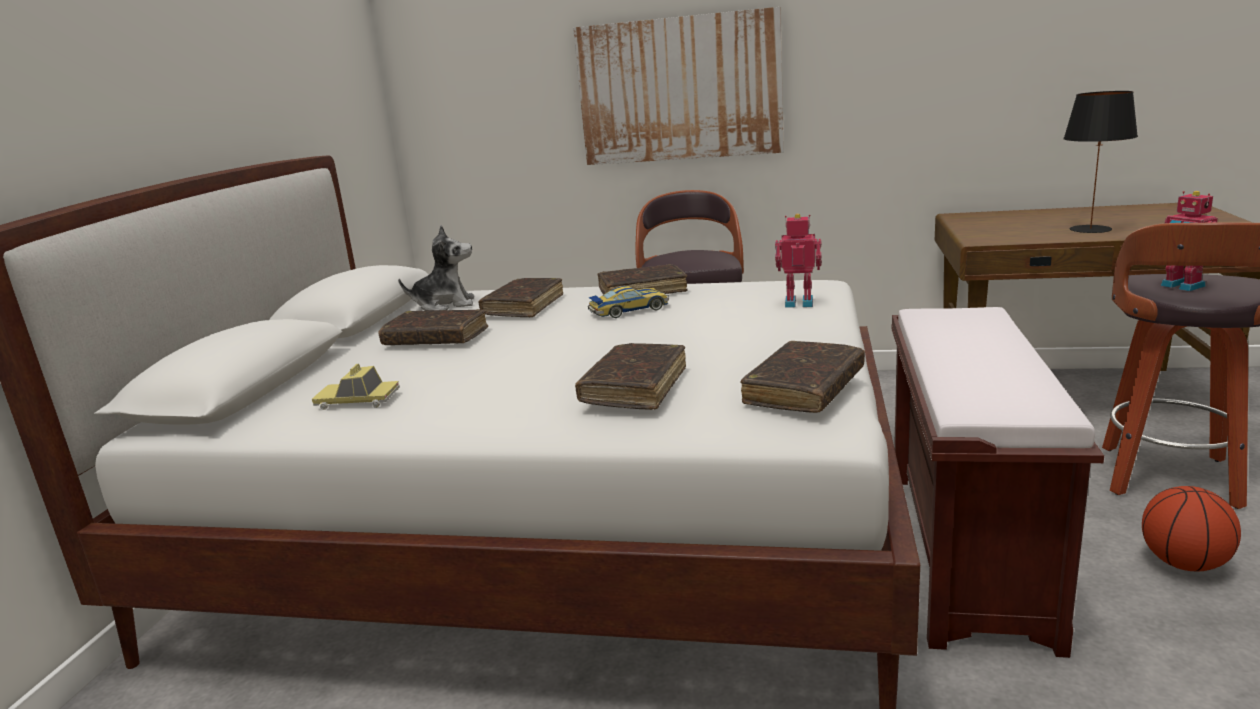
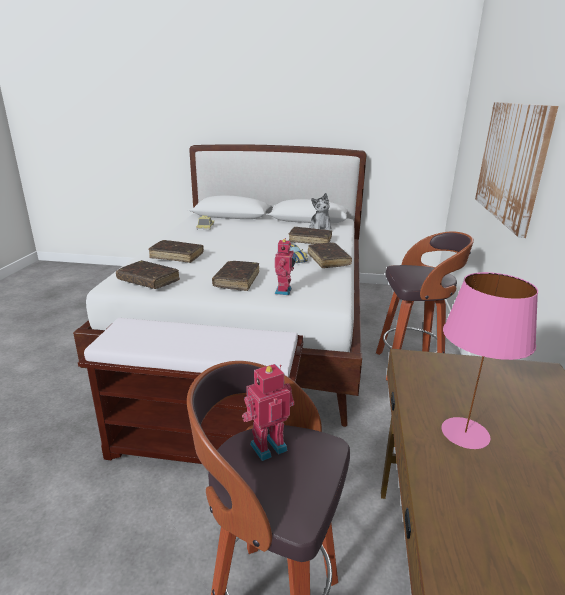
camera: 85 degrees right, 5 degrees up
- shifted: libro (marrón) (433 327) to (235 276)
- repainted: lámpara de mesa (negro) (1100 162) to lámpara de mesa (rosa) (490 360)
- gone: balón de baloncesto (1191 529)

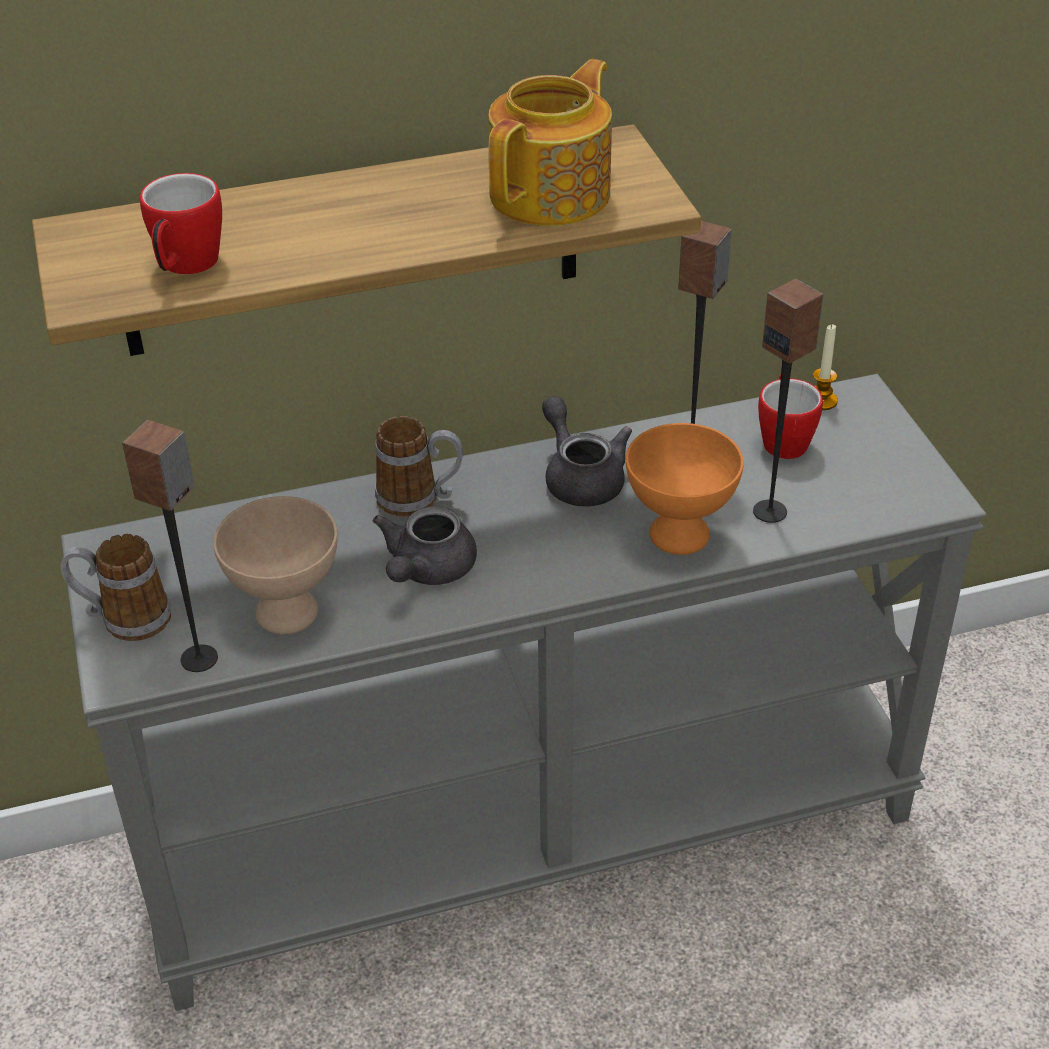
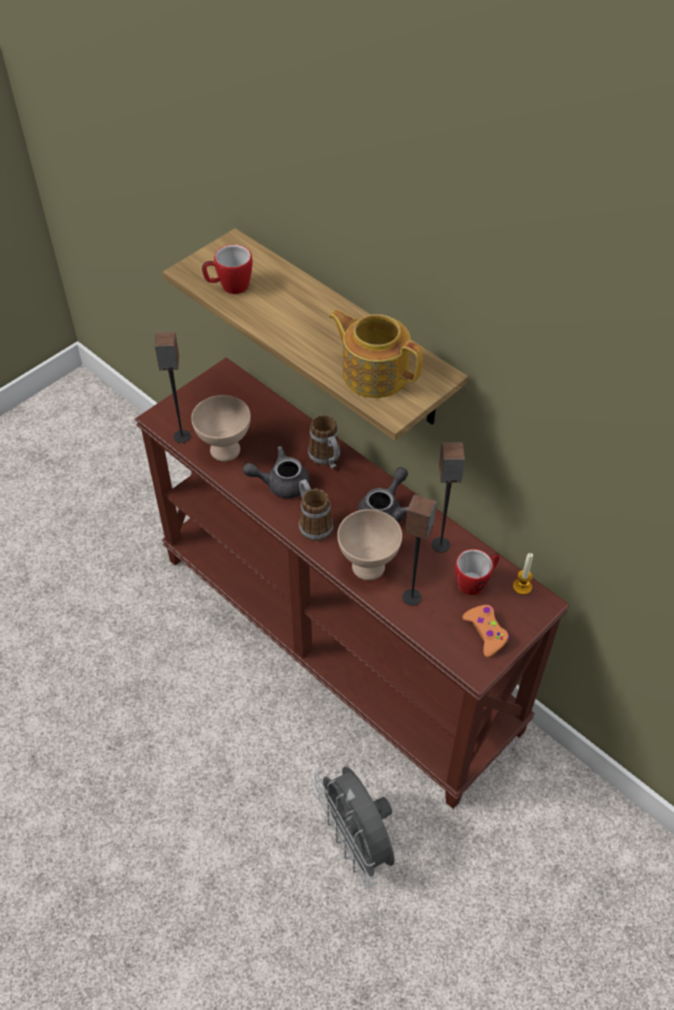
camera: 60 degrees right, 10 degrees up
- repainted: mesa consola (gris) (523 692) to mesa consola (marrón) (352 583)
- shifted: taza grande (116 587) to (316 510)
- rotated: tetera (550 142) = (376 354) 150 degrees counterclockwise
- repainted: cuenco (naranja) (684 489) to cuenco (beis) (369 544)
- new: ventilador (gris) (354 826)
- new: mando de consola (naranja) (486 631)

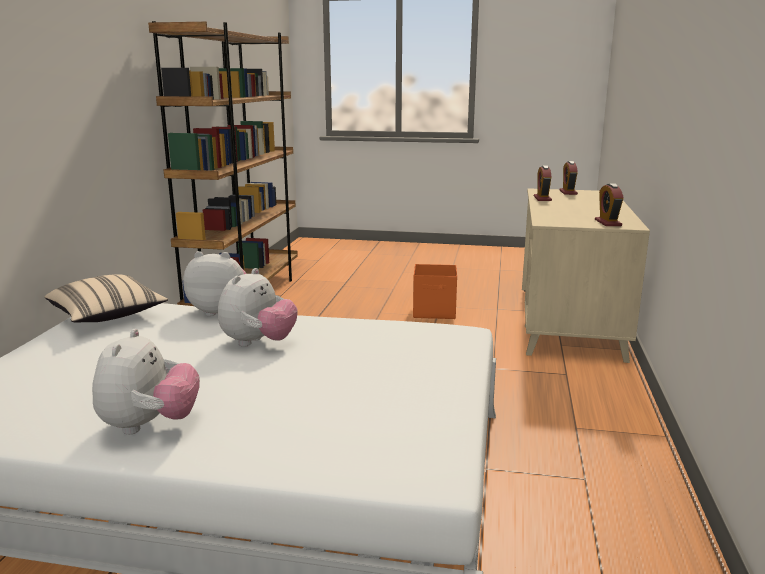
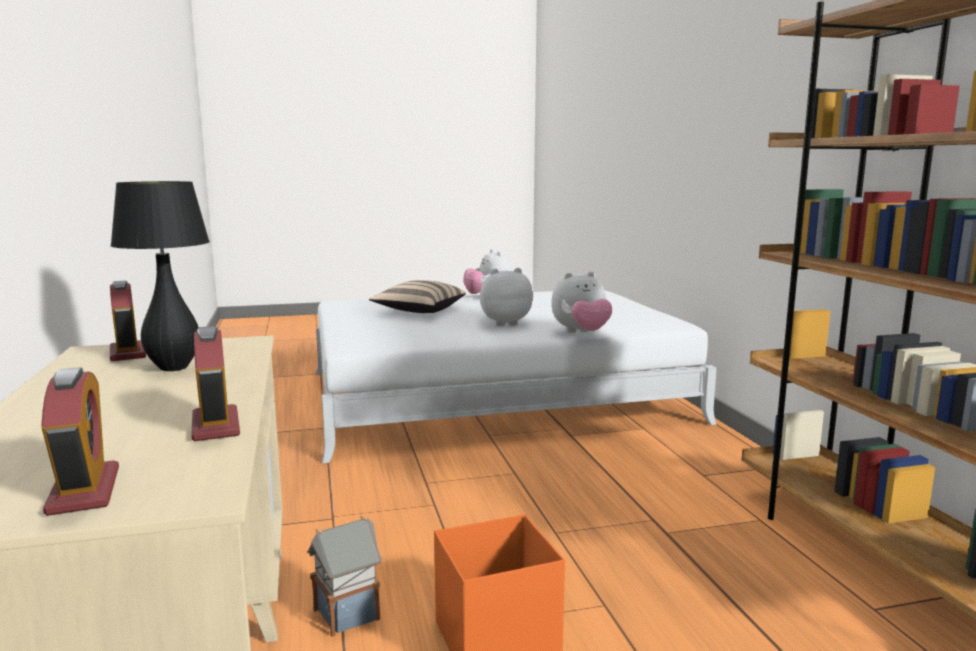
camera: 155 degrees right, 5 degrees down
- shifted: cojín (beis) (106 298) to (417 296)
- rotated: peluche (258 307) = (506 297) 75 degrees clockwise
- new: lámpara de mesa (negro) (160 276)
- new: casita (345 576)

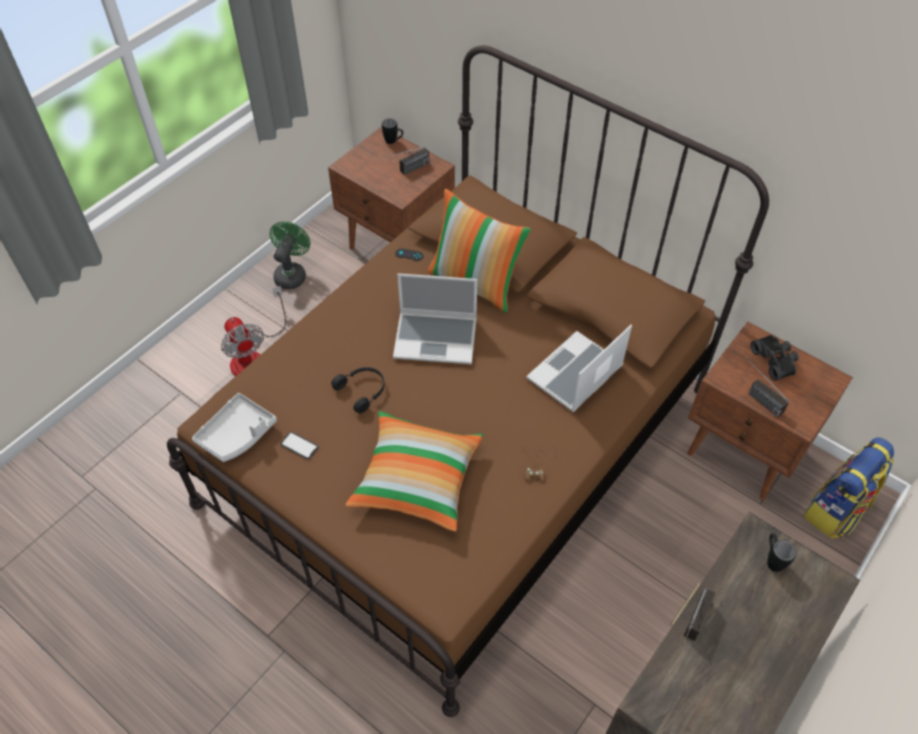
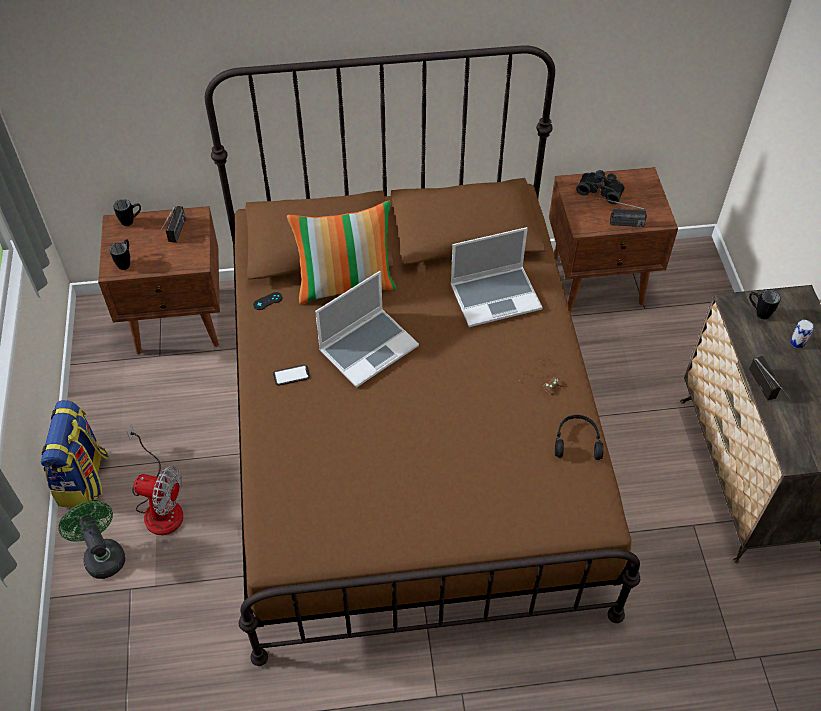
camera: 45 degrees left, 0 degrees up
- gone: bandeja (gris) (234 427)
- shifted: ventilador (verde) (290 255) to (91 540)
- shifted: móvil (299 445) to (291 375)
- shifted: auriculares (negro) (358 390) to (579 437)
- gone: cojín (414 471)
- rotated: portátil (579 368) = (496 277) 105 degrees counterclockwise
- shifted: mochila (849 488) to (75 454)
- new: taza grande (negro) (120 254)
- new: lata (802 334)

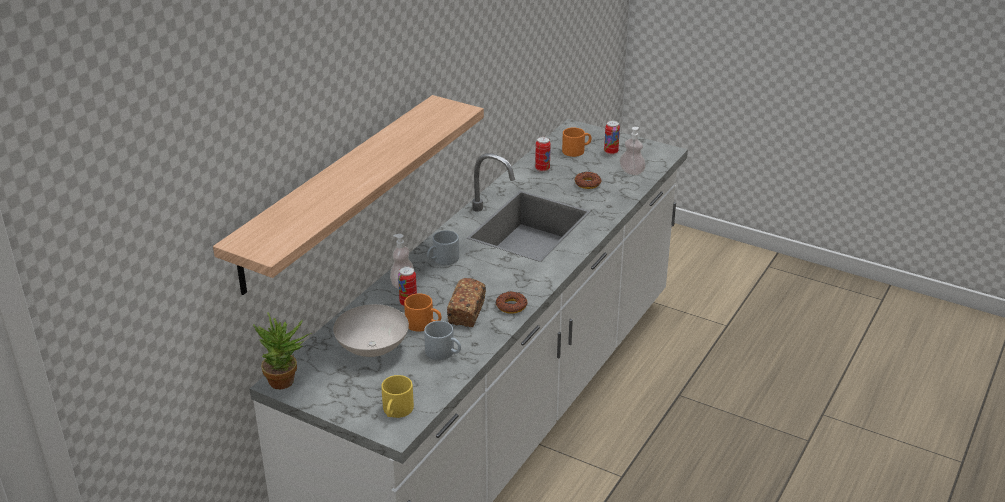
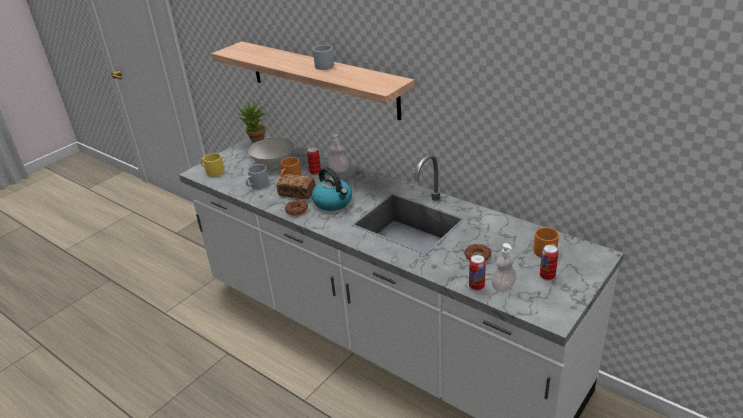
camera: 100 degrees right, 0 degrees up
- shifted: taza grande (gris) (443 248) to (323 57)
- shifted: lata (543 154) to (477 273)
- new: hervidor (332 189)

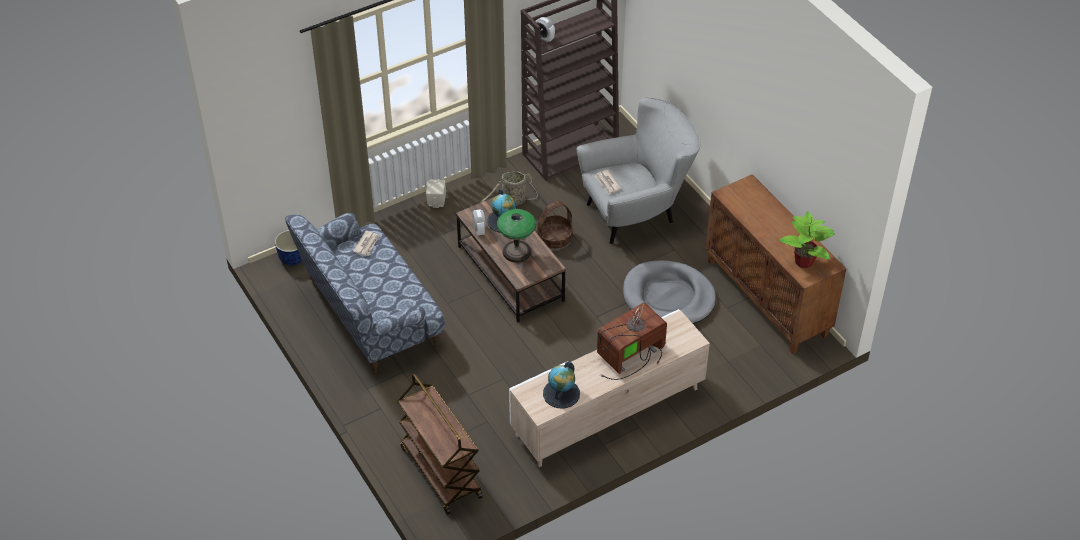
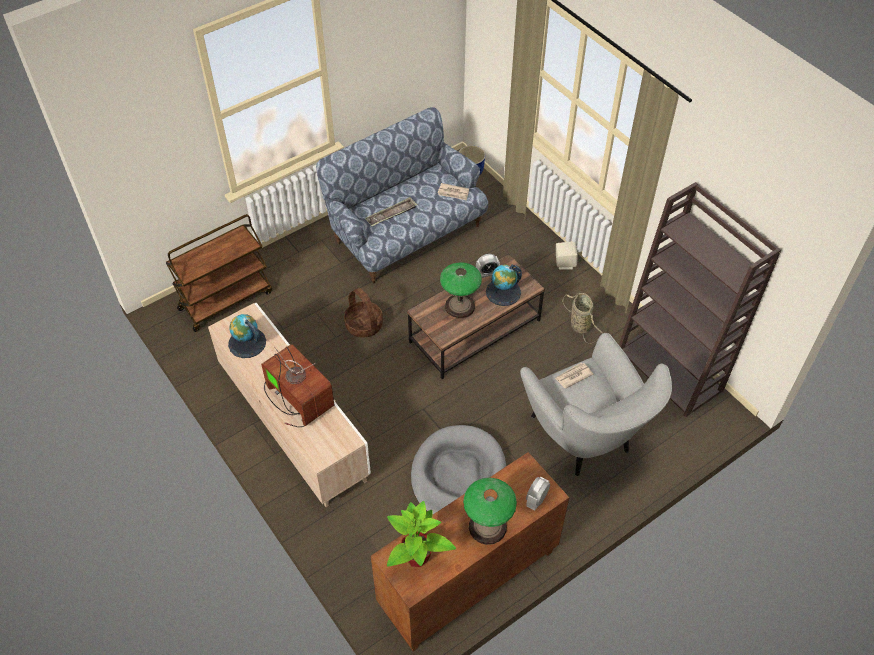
camera: 85 degrees right, 5 degrees up
- shifted: despertador (544 29) to (538 494)
- shifted: cesta (554 224) to (363 313)
- new: bandeja (391 211)
- new: lámpara de mesa (490 511)

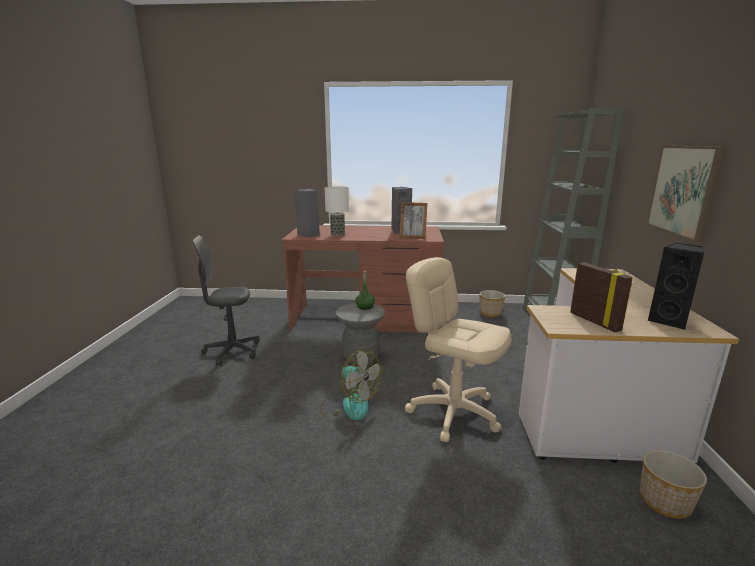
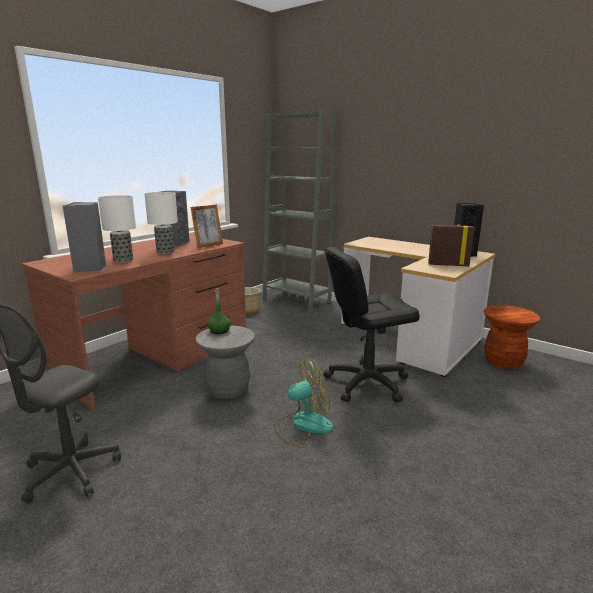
camera: 55 degrees left, 0 degrees up
- repainted: silla de oficina (beis) (458 349) to silla de oficina (negro) (372 325)
- swapped: maceta (673 484) to taburete (marrón) (512 337)
- gone: cuadro (686 194)
- new: lámpara de mesa (161 223)

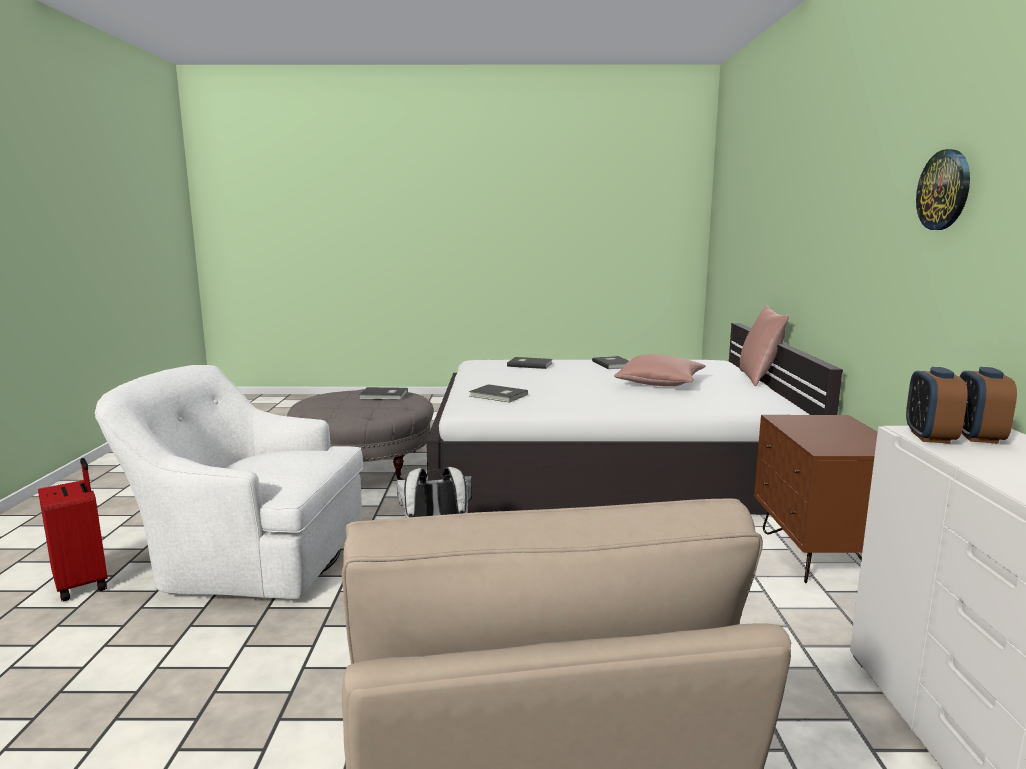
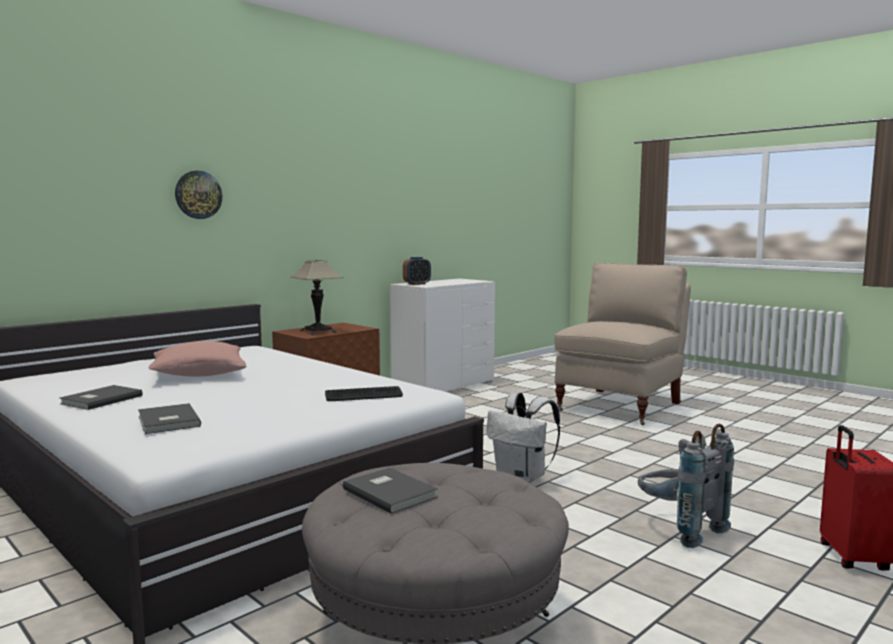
camera: 135 degrees left, 5 degrees down
- swapped: sillón (blanco) (229 482) to mochila (gris) (686 486)
- swapped: libro (gris) (498 393) to teclado (364 393)
- gone: cojín (rosa) (764 345)
- gone: despertador (937 405)
- shifted: reloj de pared (943 189) to (198 195)
- new: lámpara de mesa (317 297)

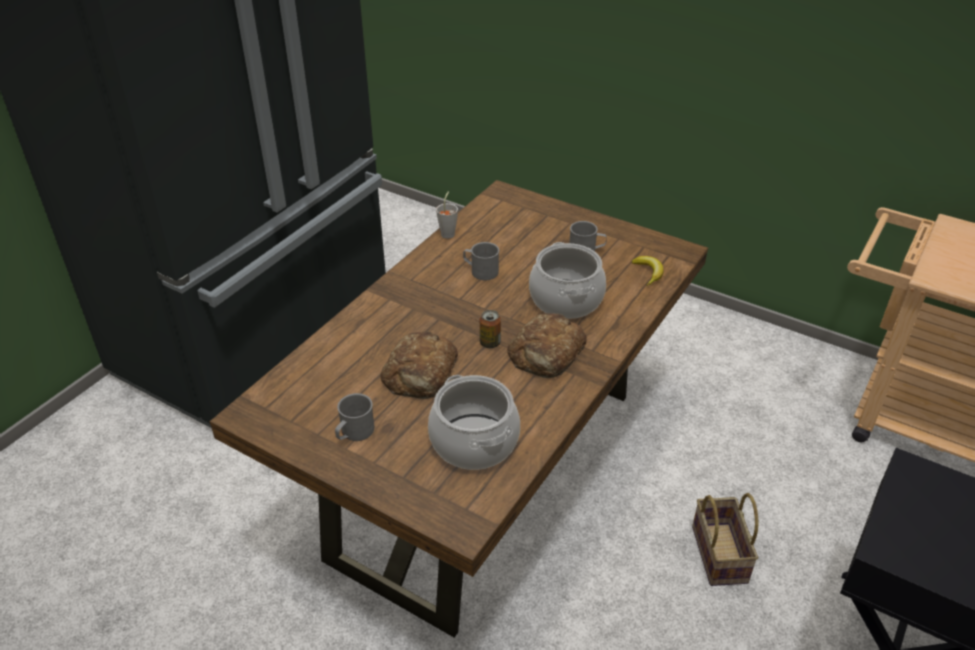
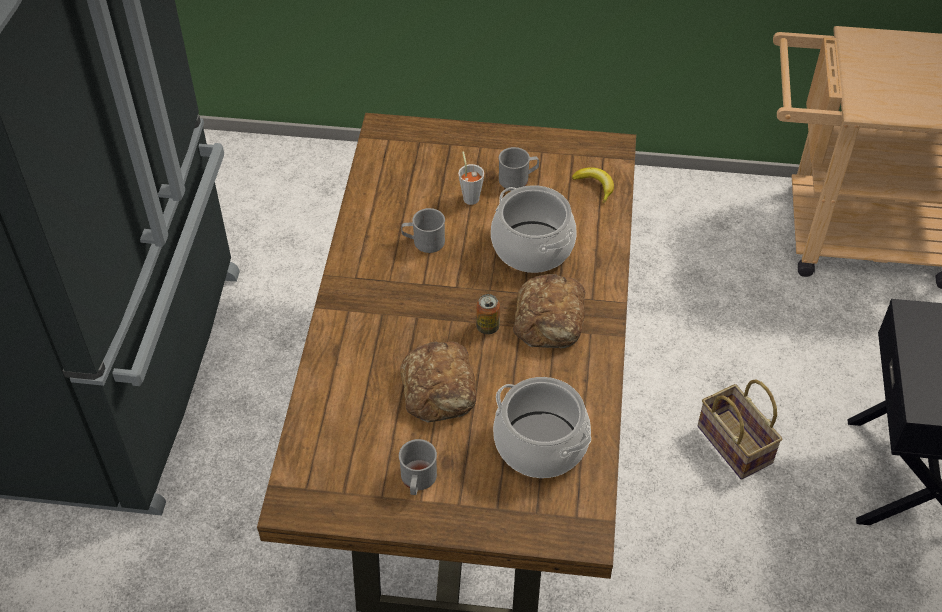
camera: 25 degrees left, 10 degrees up
- shifted: taza (gris) (447 215) to (471 178)

